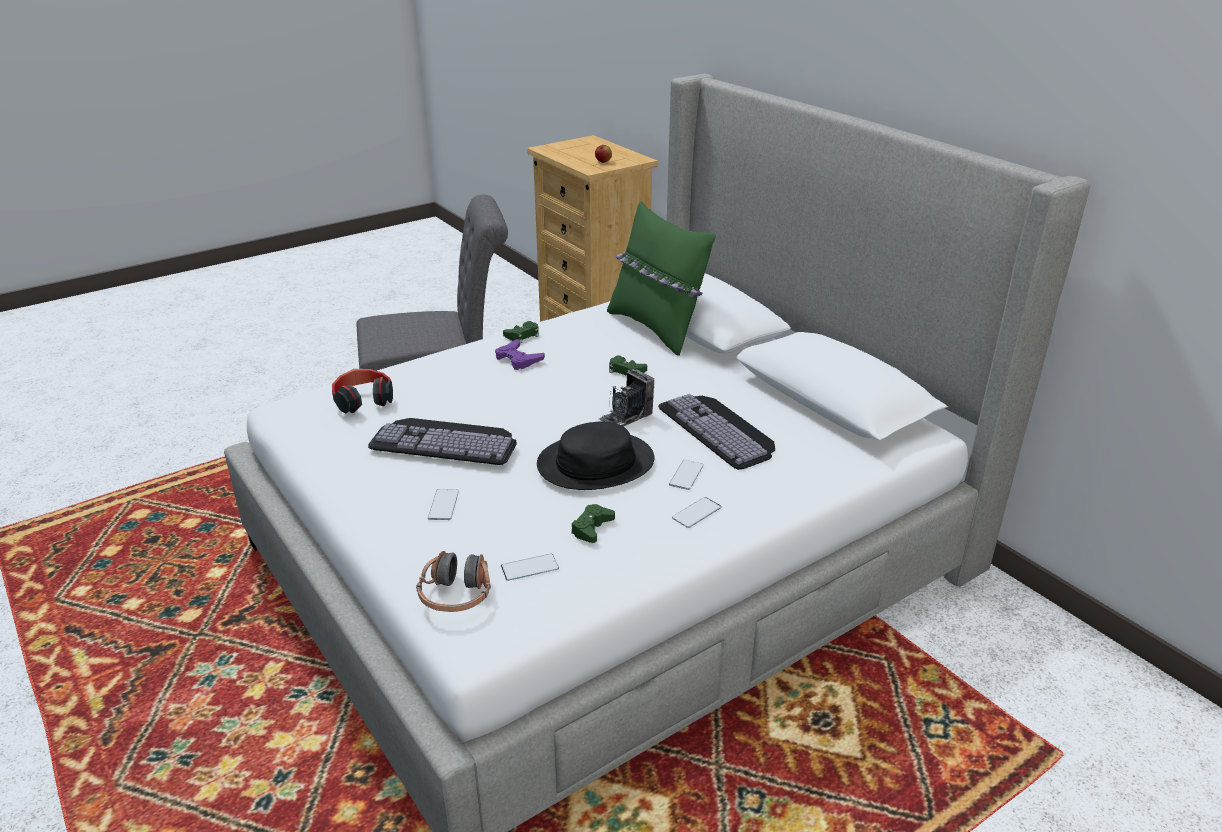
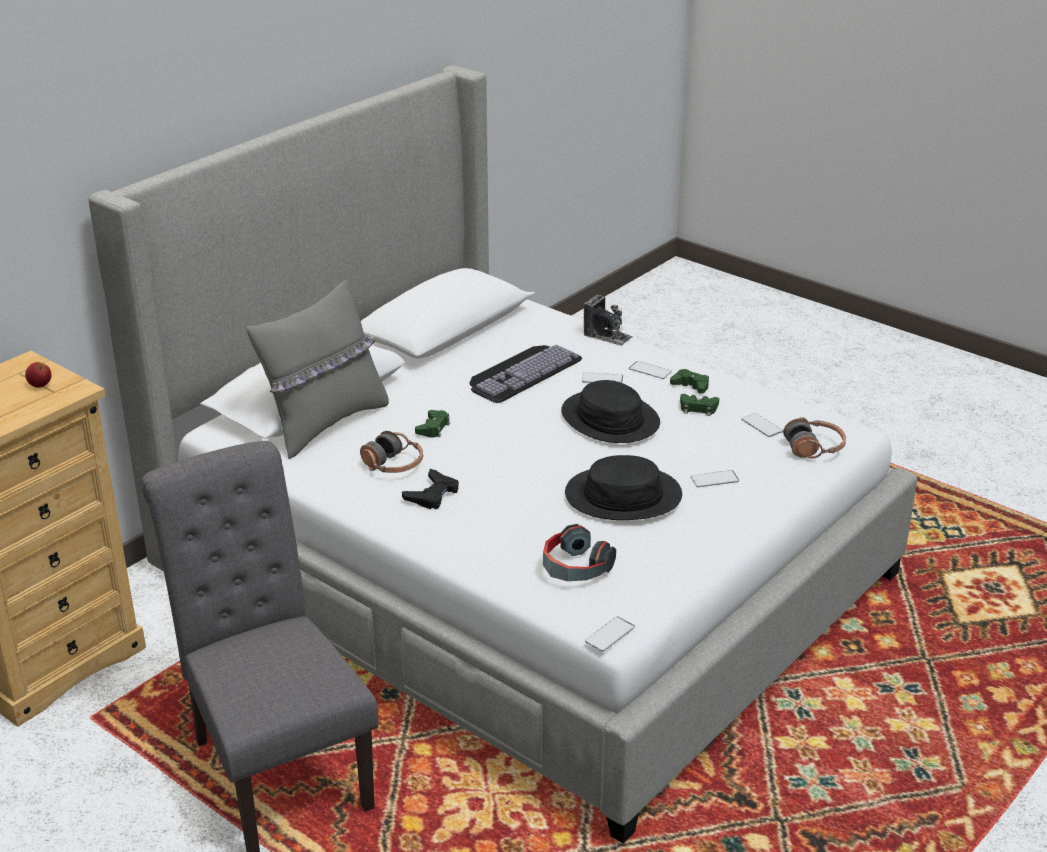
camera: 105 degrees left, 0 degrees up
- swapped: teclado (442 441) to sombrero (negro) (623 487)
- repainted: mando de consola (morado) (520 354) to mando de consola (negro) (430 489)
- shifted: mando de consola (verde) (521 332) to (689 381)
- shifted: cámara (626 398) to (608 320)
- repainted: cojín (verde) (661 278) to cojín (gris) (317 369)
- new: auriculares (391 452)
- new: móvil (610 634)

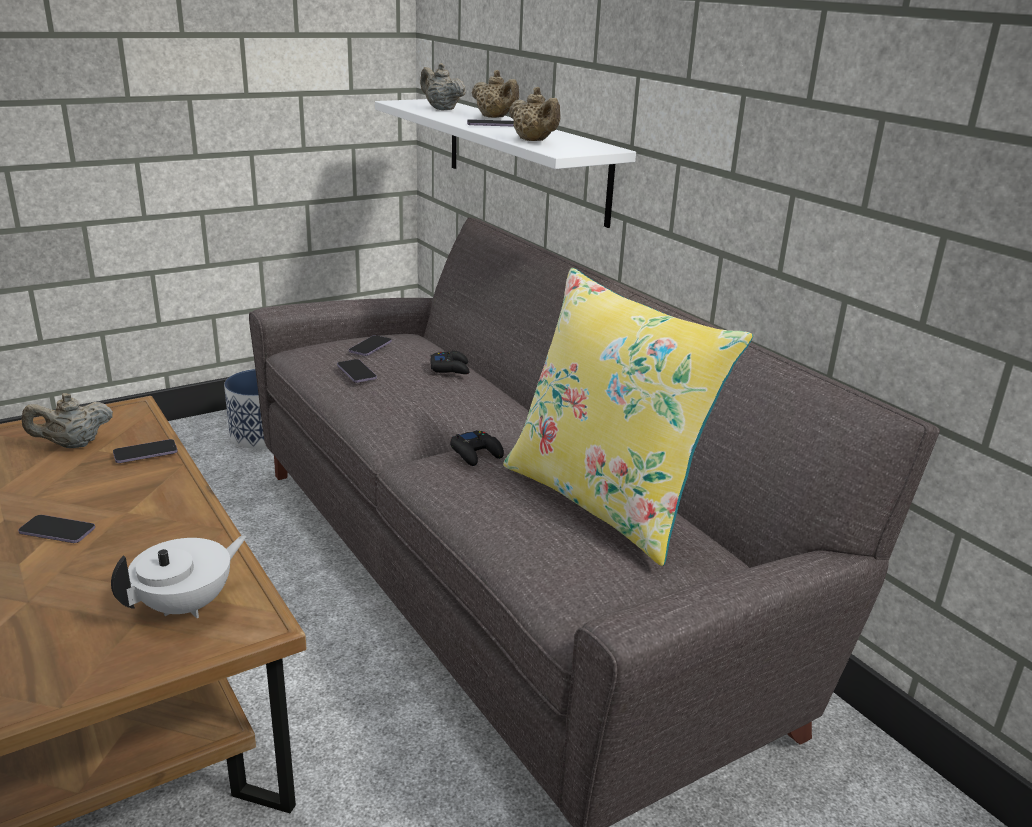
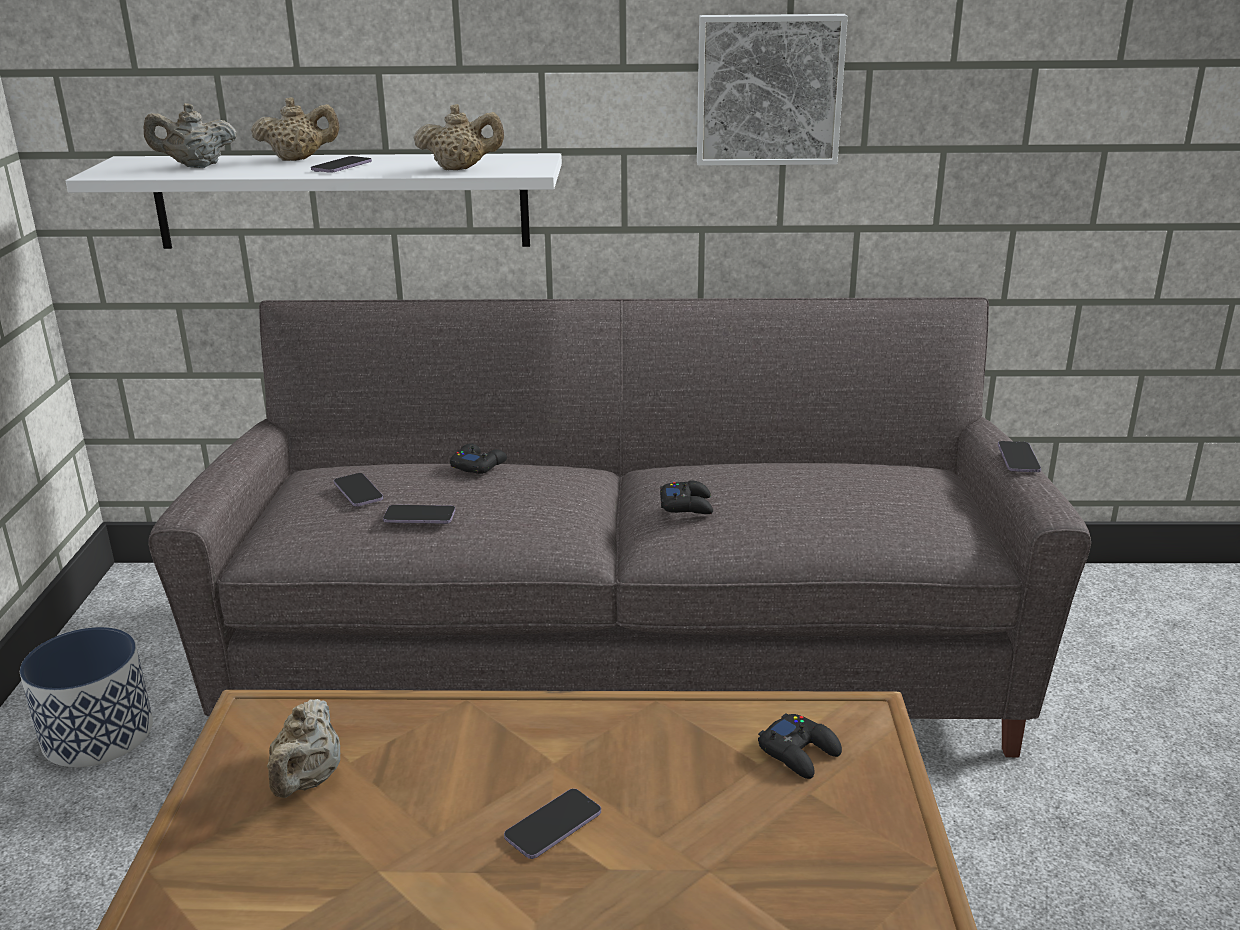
camera: 55 degrees left, 0 degrees up
- swapped: tetera (blanco) (179 576) to mando de consola (negro) (800 746)
- shifted: móvil (145 451) to (1019 456)
- gone: cojín (amarillo) (628 417)
- new: cuadro (772 89)

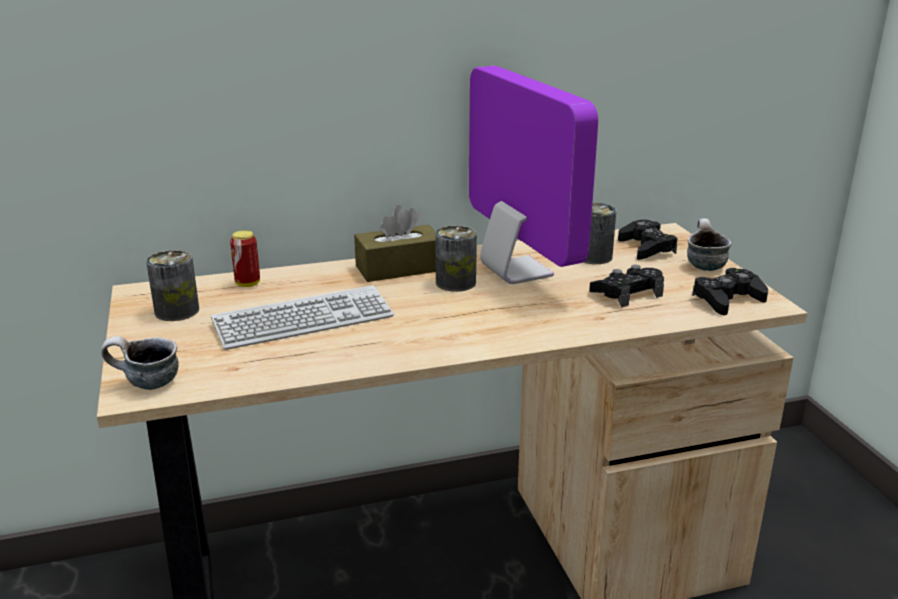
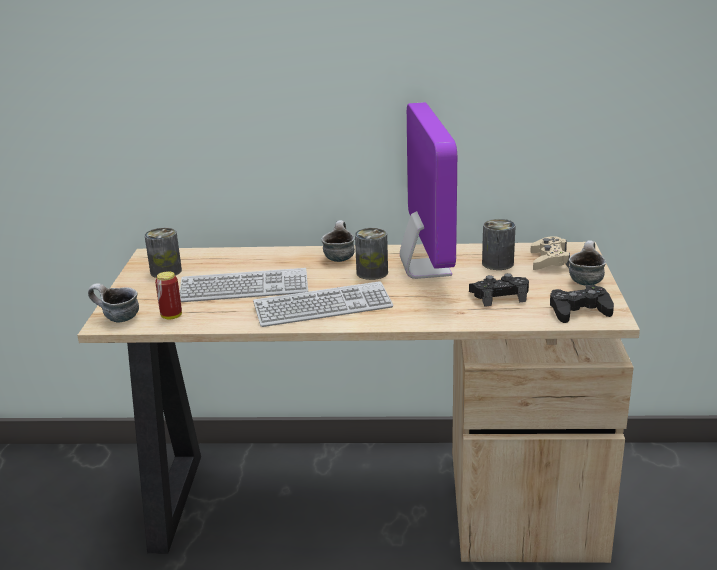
camera: 20 degrees right, 0 degrees up
- shifted: lata (245 258) to (168 295)
- swapped: caja de pañuelos (marrón) (395 243) to taza grande (338 241)
- repainted: mando de consola (negro) (648 240) to mando de consola (beis) (550 253)
- new: teclado (323 304)

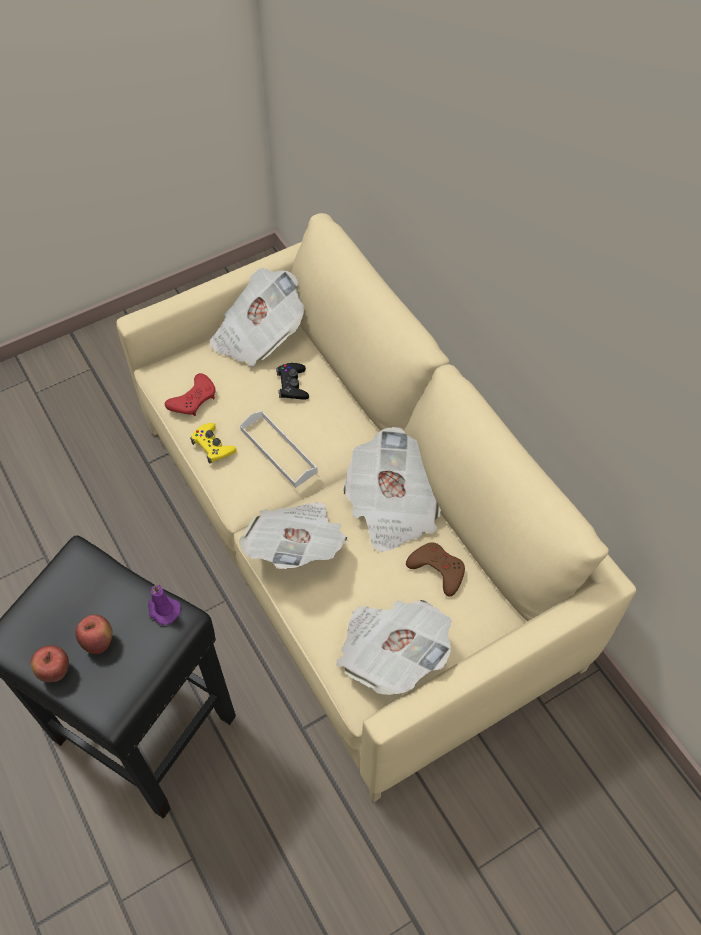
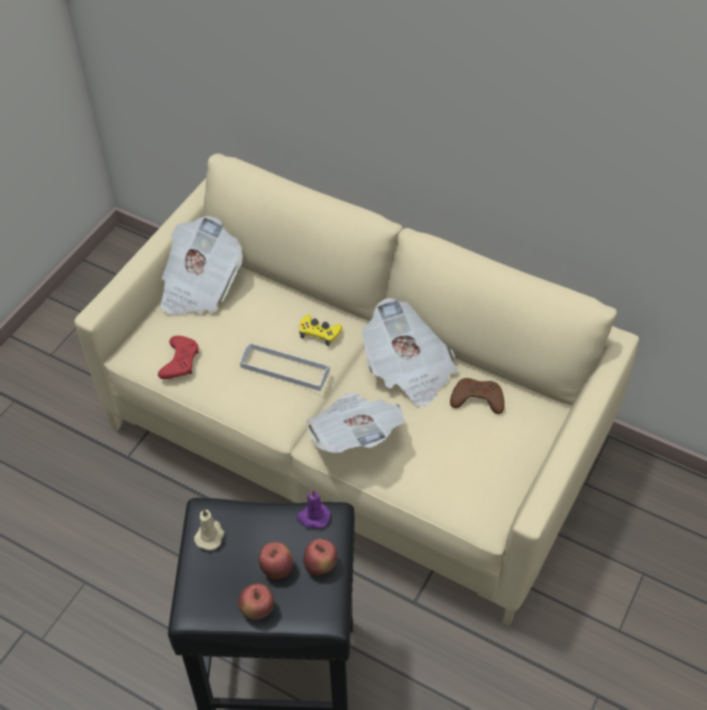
camera: 30 degrees left, 5 degrees down
- shifted: mando de consola (amarillo) (213 443) to (320 330)
- gone: mando de consola (negro) (292 381)
- gone: periódico (394 647)
- new: vela (beis) (209 529)
- new: manzana (320 557)

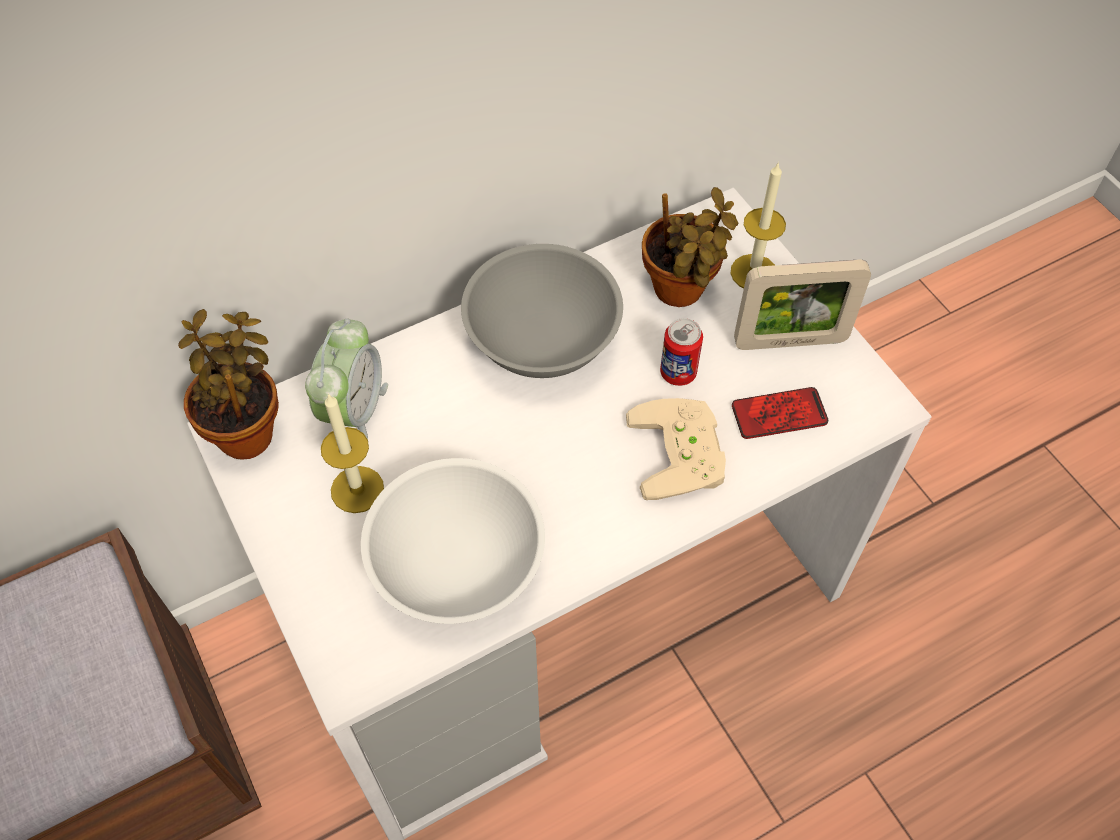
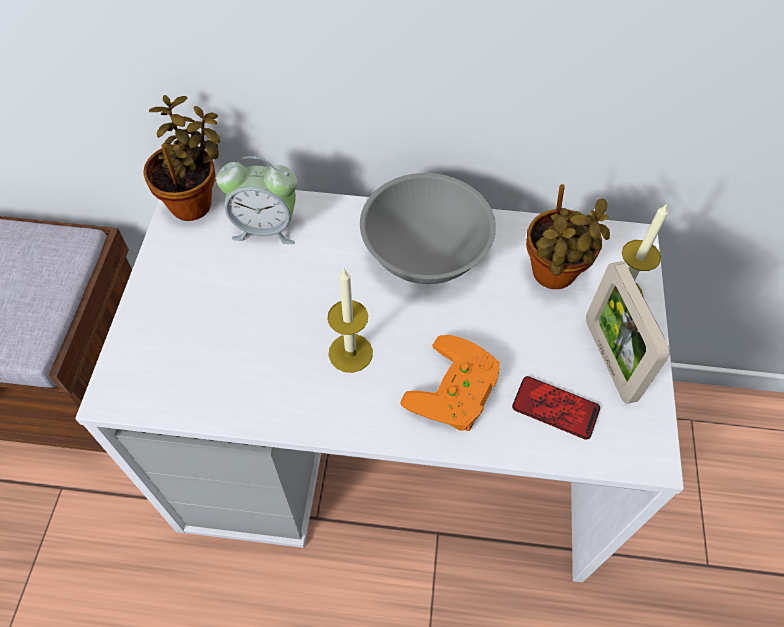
camera: 35 degrees right, 0 degrees up
- rotated: despertador (346 379) = (256 200) 45 degrees clockwise
- shifted: vela (352 453) to (350 321)
- gone: cuenco (blanco) (453 541)
- repainted: mando de consola (beis) (676 449) to mando de consola (naranja) (450 383)
- gone: lata (681 352)
- rotated: portarretratos (802 305) = (628 332) 45 degrees clockwise

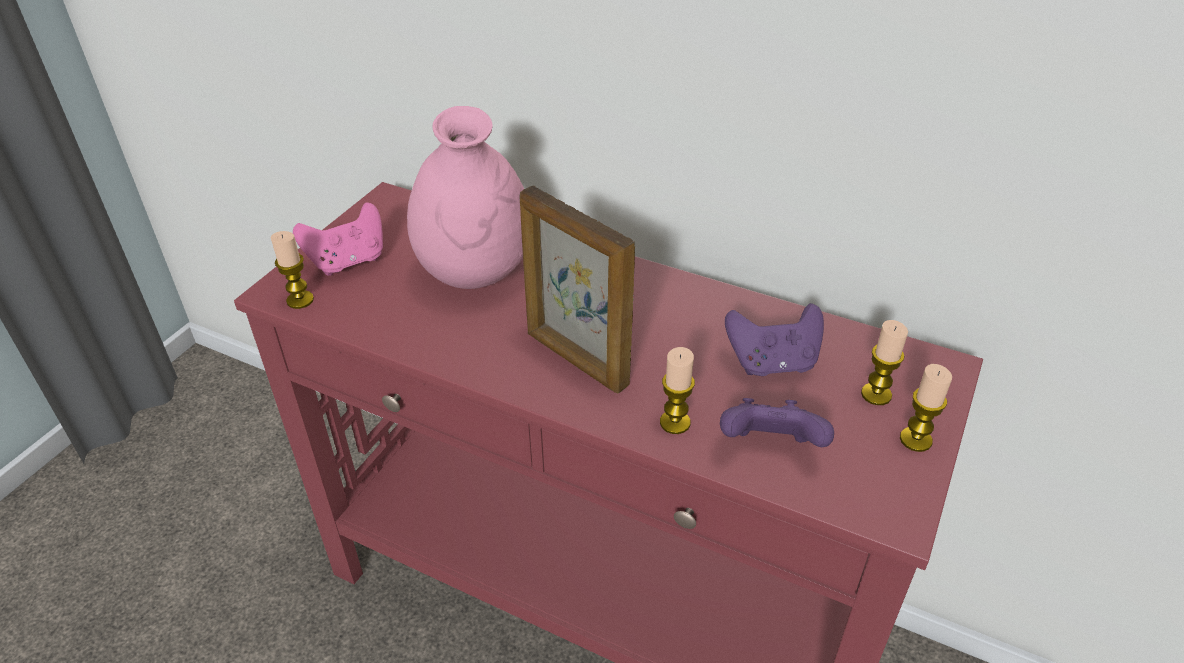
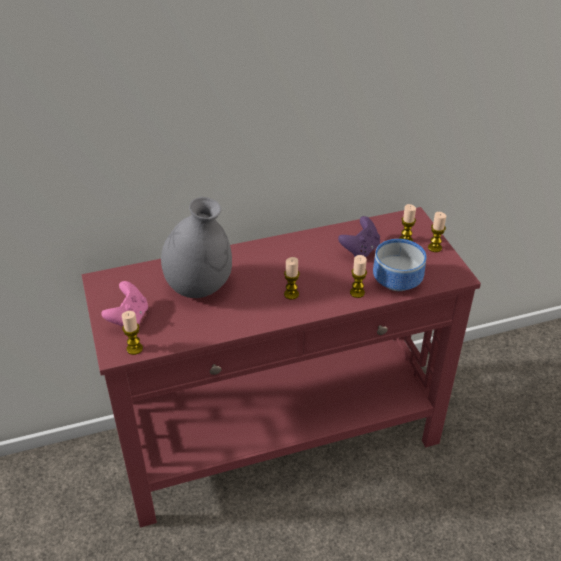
camera: 45 degrees left, 0 degrees up
- repainted: florero (rosa) (465 197) to florero (gris) (196 247)
- swapped: portarretratos (577 290) to vela (292 278)
- swapped: mando de consola (morado) (777 422) to cuenco (399 265)

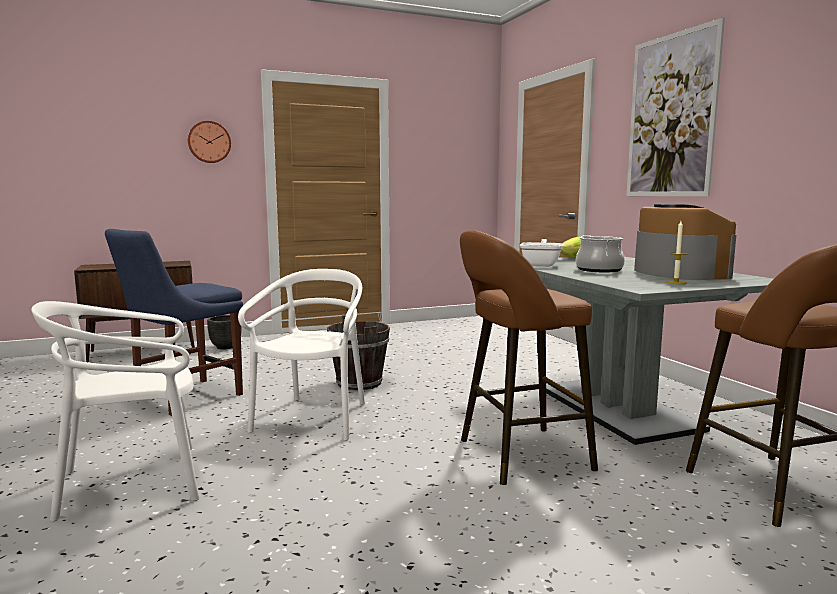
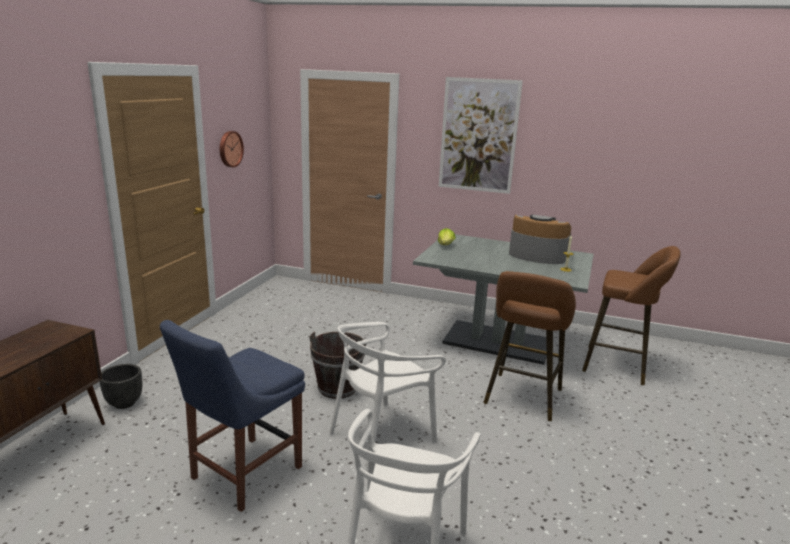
camera: 50 degrees left, 10 degrees up
- rotated: silla (azul) (174 322) = (232 416) 45 degrees clockwise
- shifted: reloj de pared (209 142) to (232 149)
- rotated: silla (blanco) (301 354) = (387 395) 90 degrees counterclockwise
- gone: sartén (541 253)
- gone: olla (600 253)

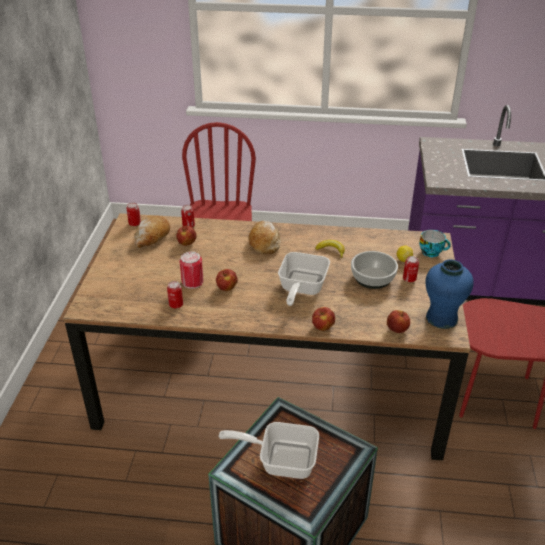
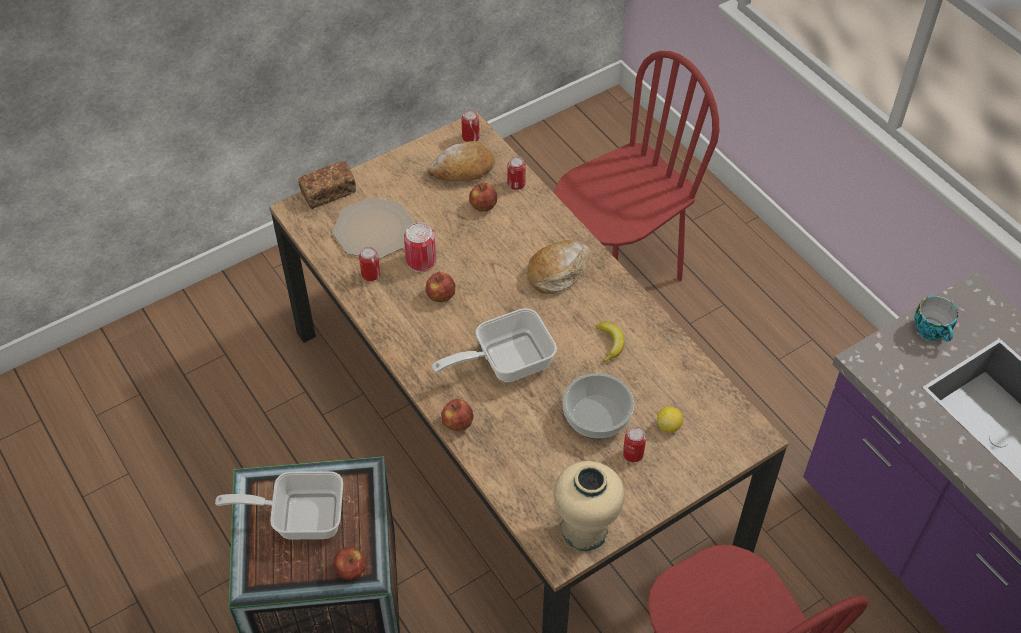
camera: 50 degrees right, 15 degrees up
- rotated: sartén (268 450) = (279 505) 60 degrees counterclockwise
- shifted: manzana (398 321) to (349 563)
- shifted: taza (435 243) to (936 319)
- repainted: florero (azul) (449 294) to florero (beis) (589 506)
- new: pan (327 185)
- new: plato (373 228)

